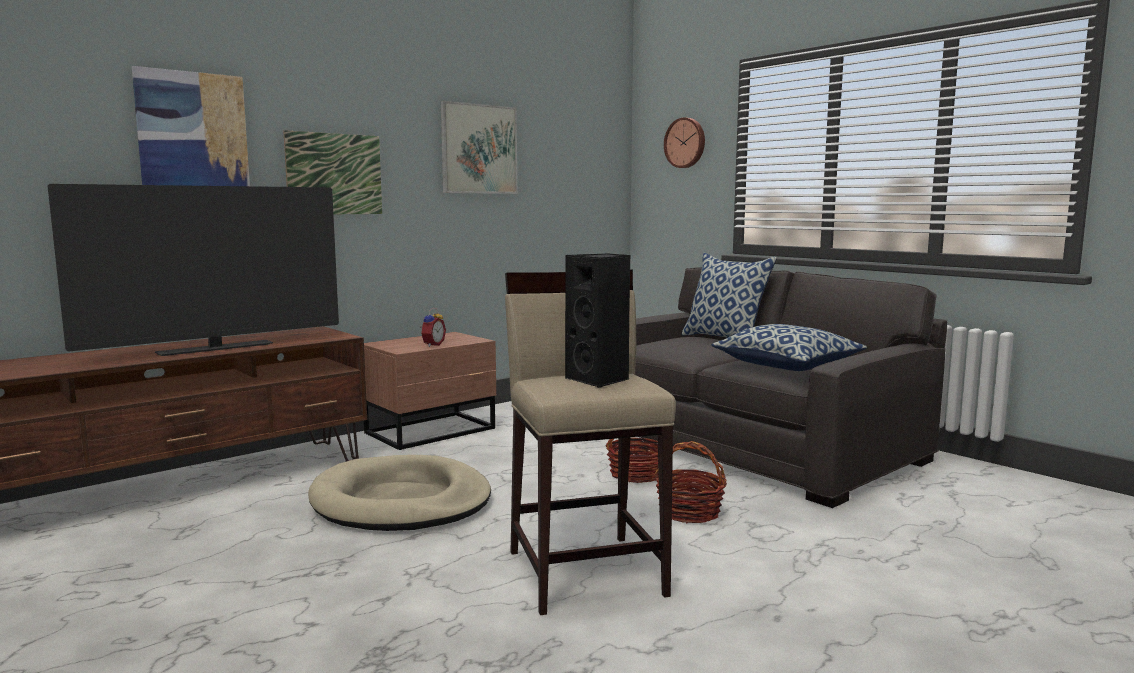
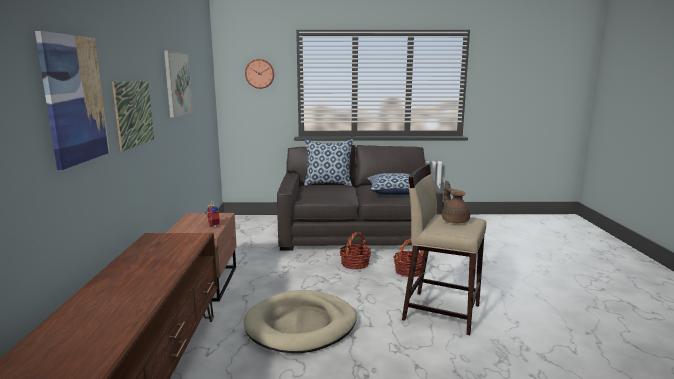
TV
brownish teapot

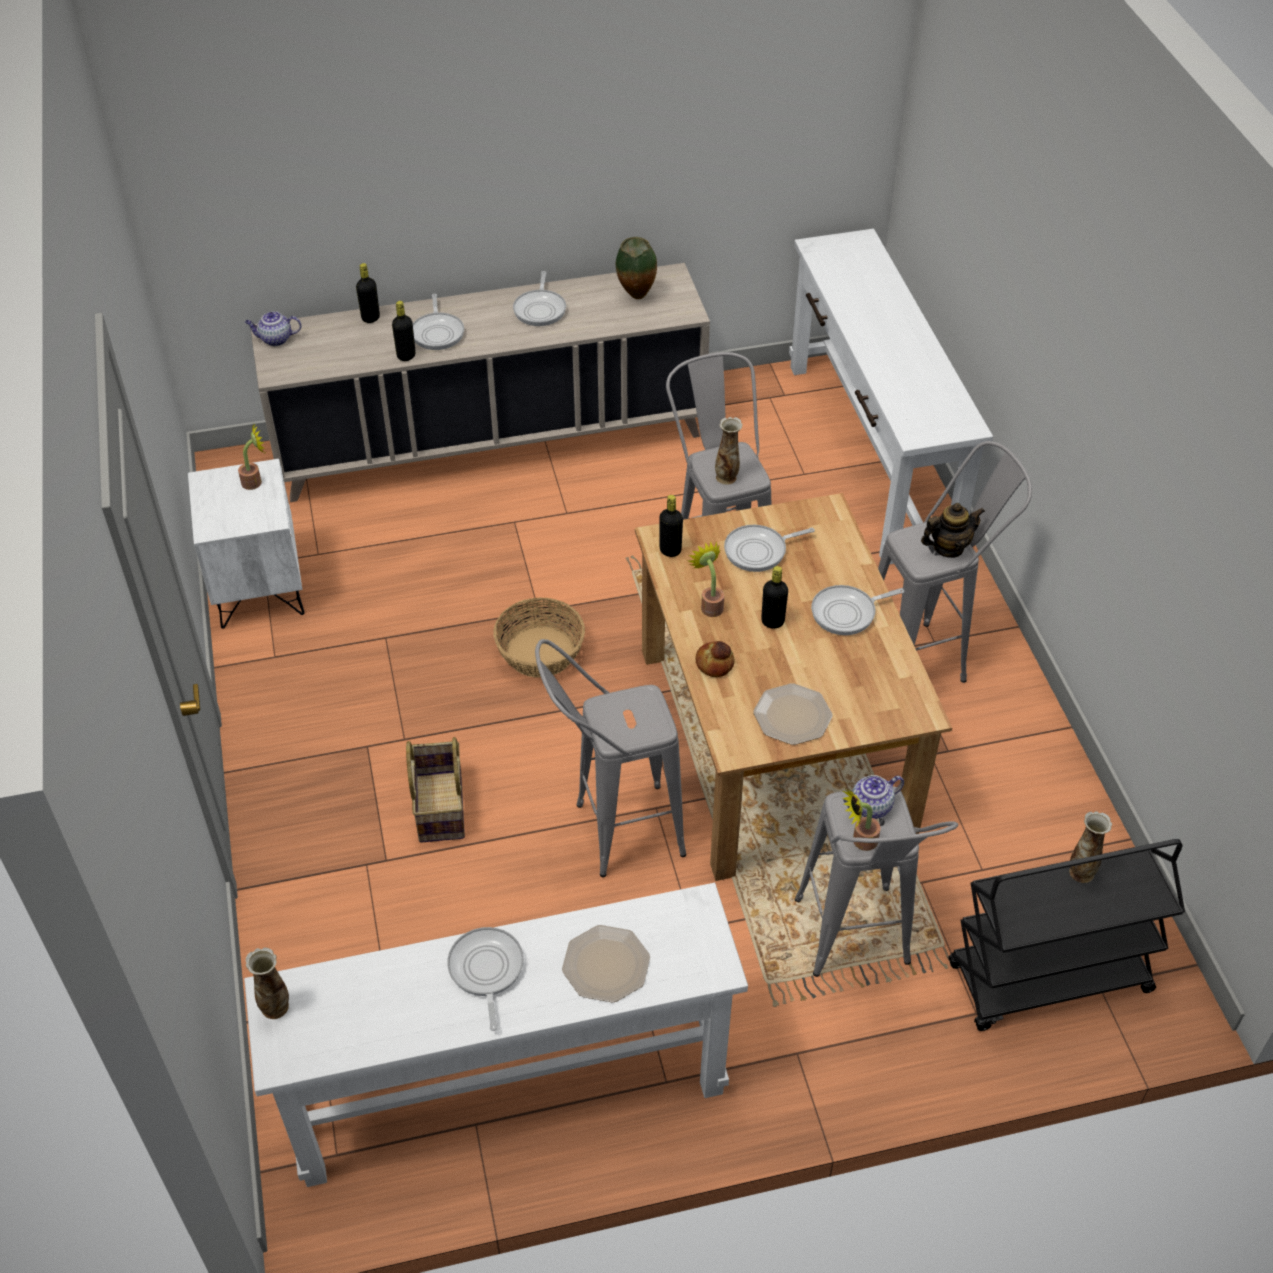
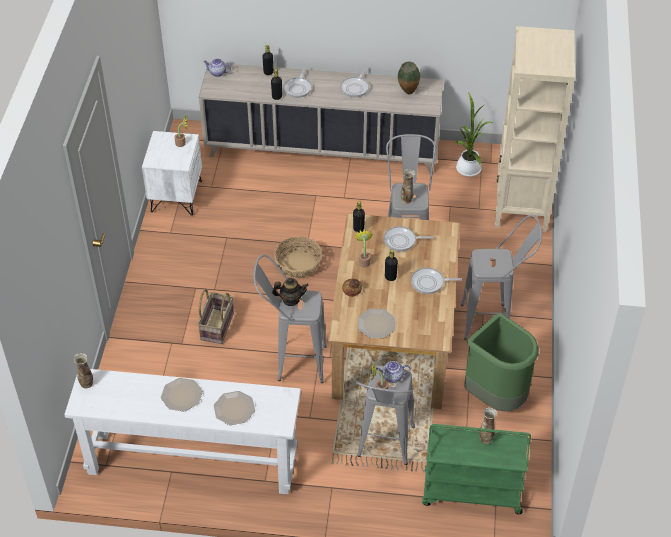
dinner plate (no. 1 from left)
sand-coloured shelving unit
teapot (no. 2 from left)
green-coloured trolley
plant in a pot (no. 4 from left)
green-coloured waste bin

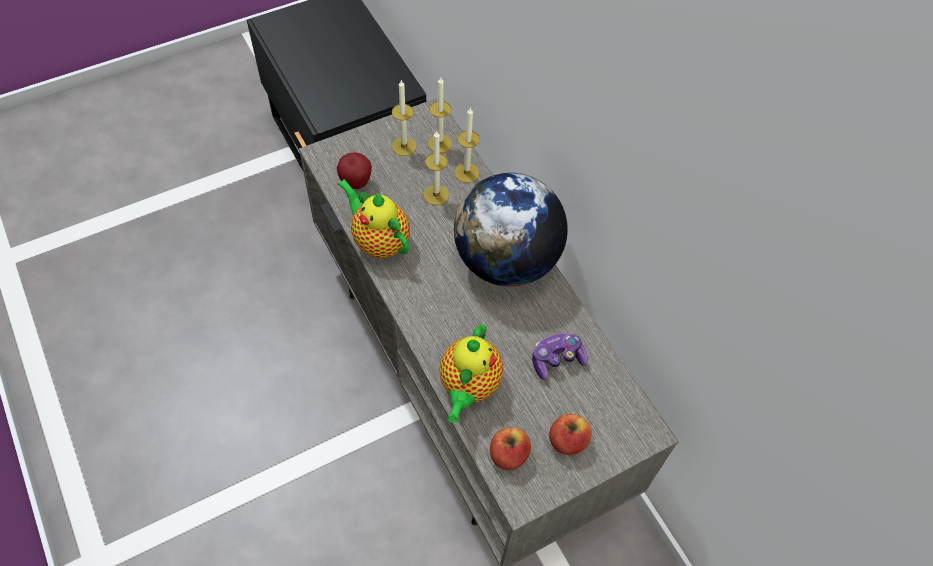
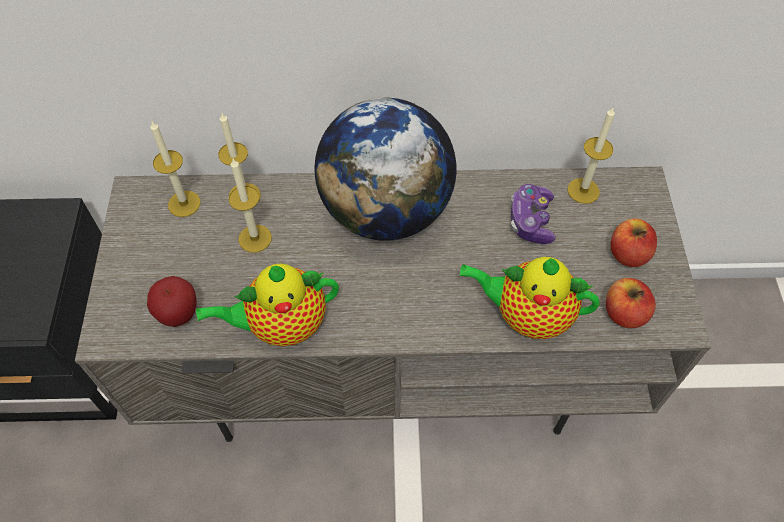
wax light (no. 4 from left)
teapot (no. 2 from left)

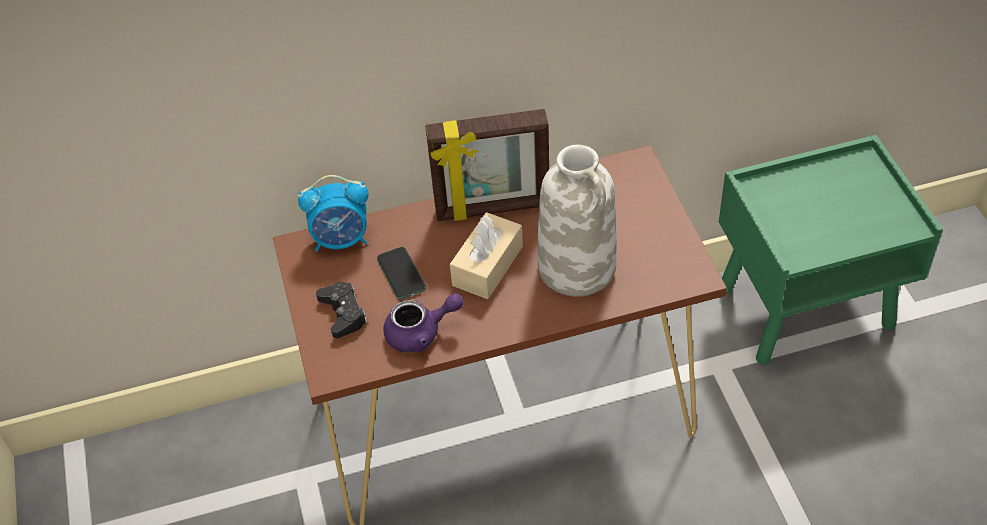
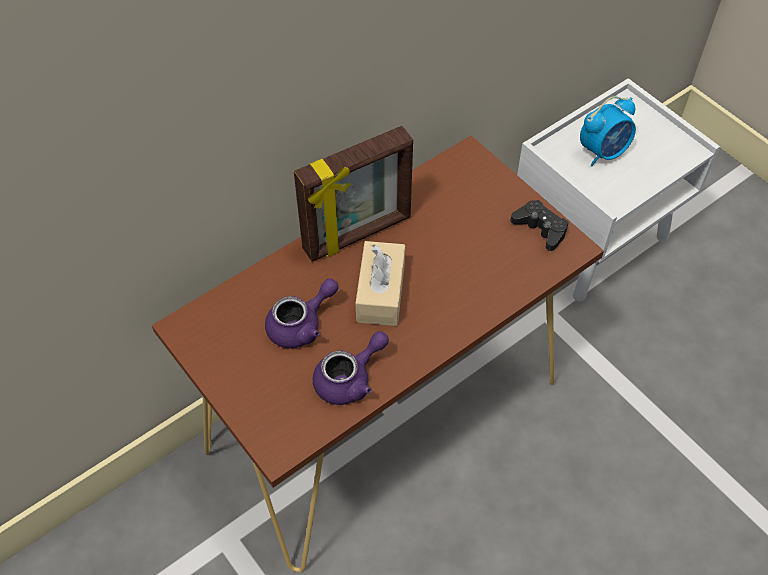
bedside clock
black-coloured joypad
purple-coloured teapot (no. 1 from left)
white-coloured vase
white-coloured night table

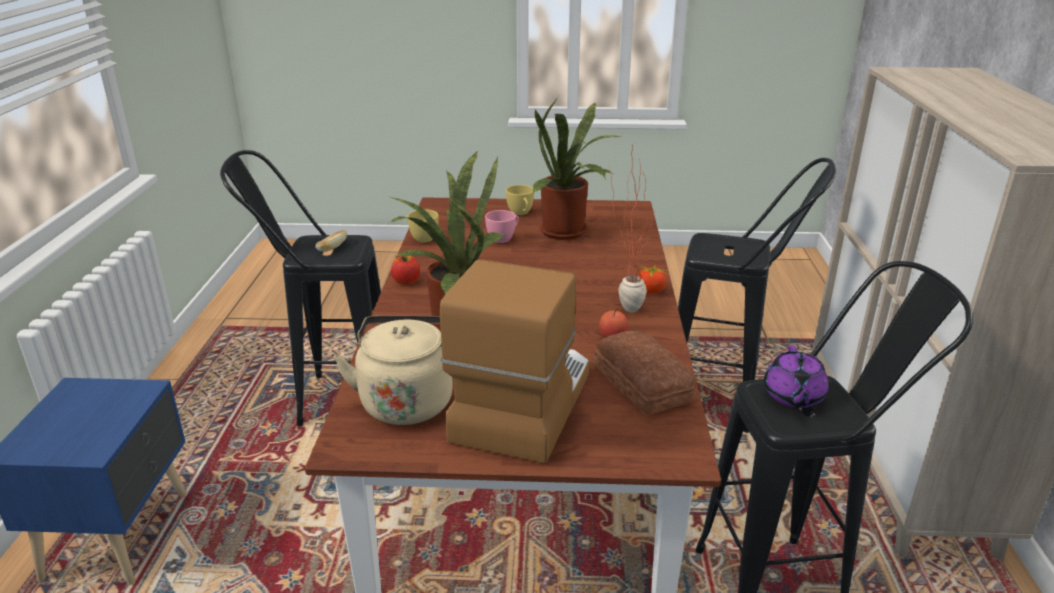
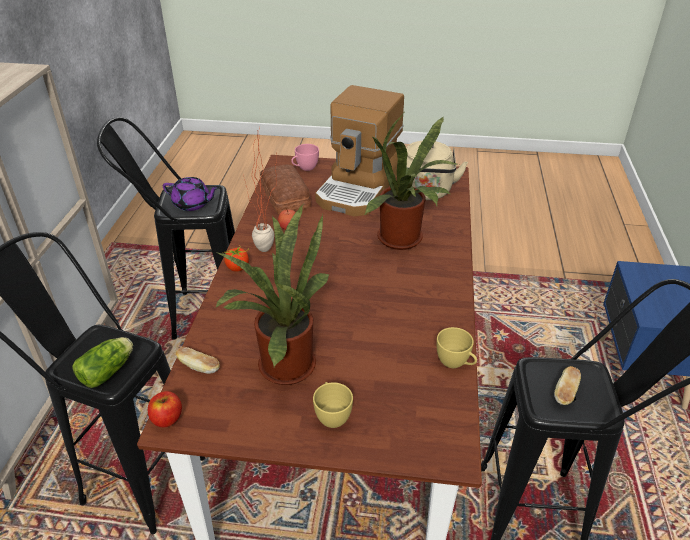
apple fruit (no. 1 from left)
pink-coloured small cup
purple-coloured teapot
lettuce head
baked bread (no. 1 from left)

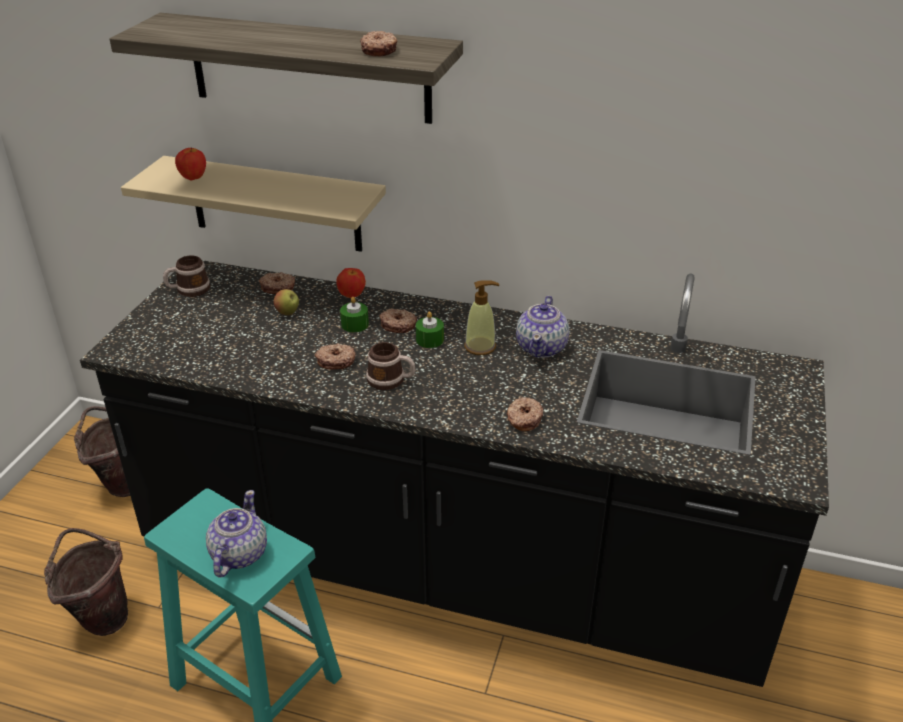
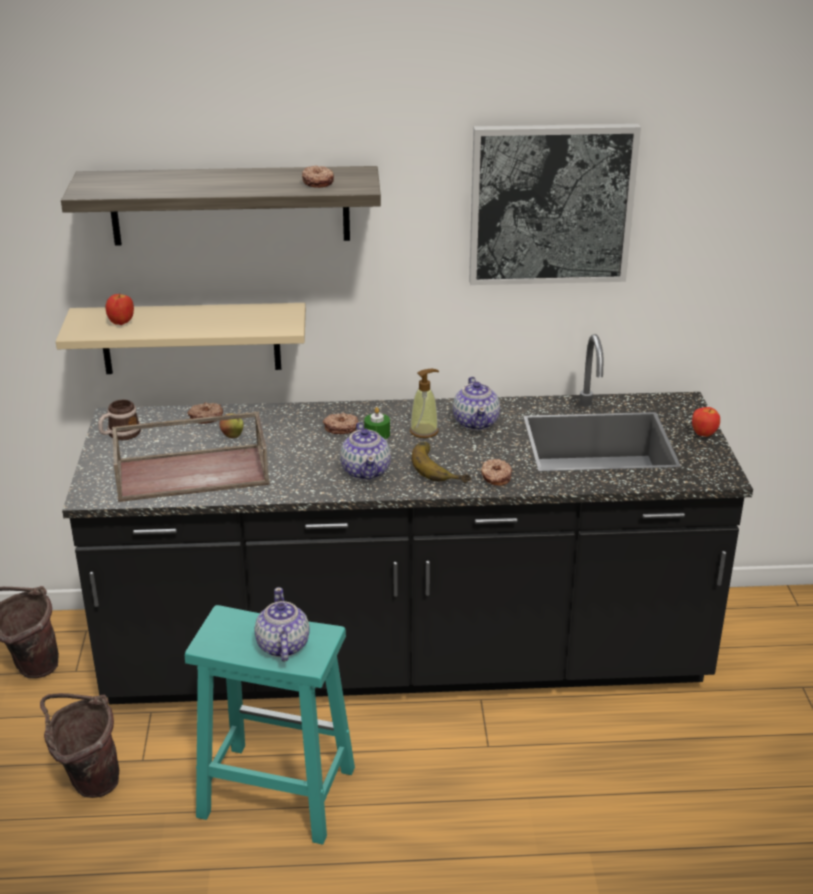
doughnut (no. 2 from left in the first image)
apple fruit (no. 3 from left)
green-coloured wax light (no. 1 from left in the first image)
teapot (no. 2 from left)
brownish carrying tray
banana fruit
wall picture

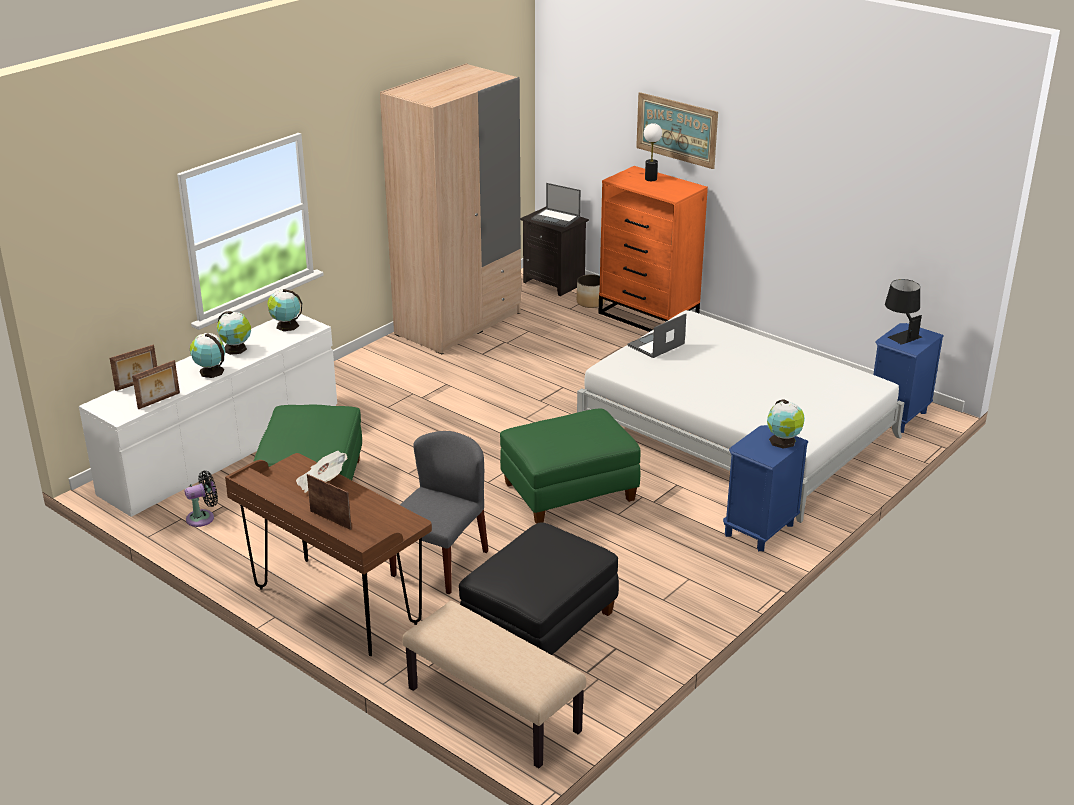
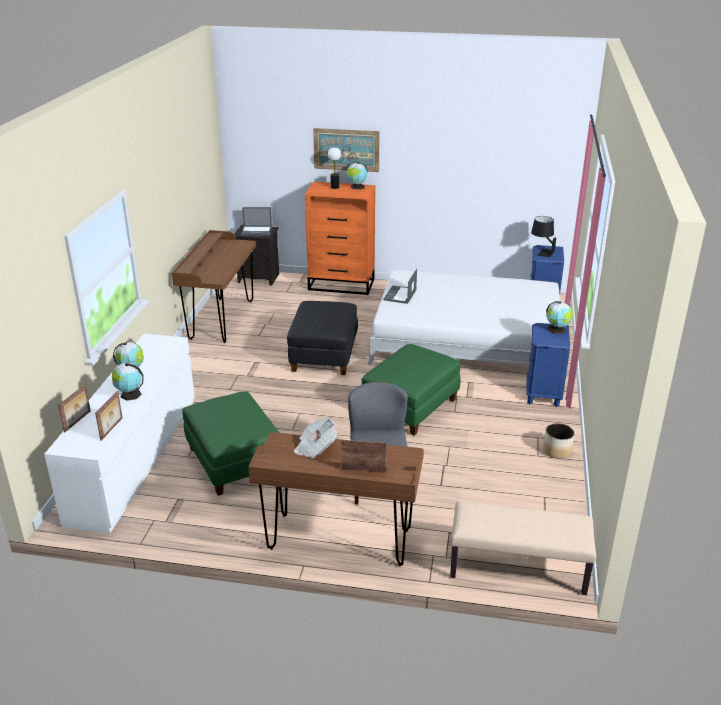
black-coloured electric fan
desk globe (no. 3 from left)
brownish desk (no. 1 from left)
black-coloured ottoman
planter

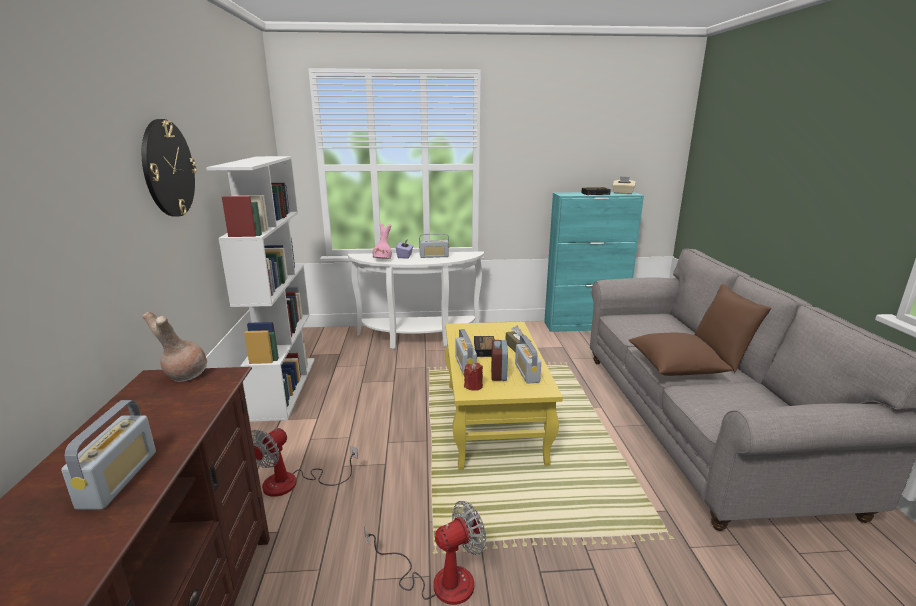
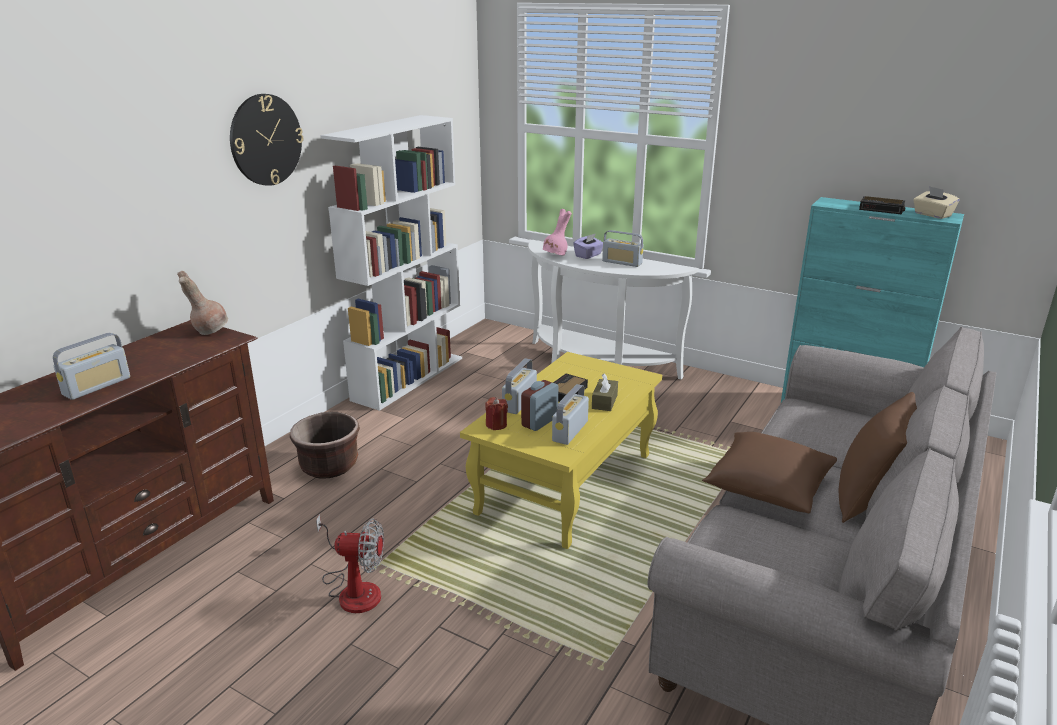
brownish planter

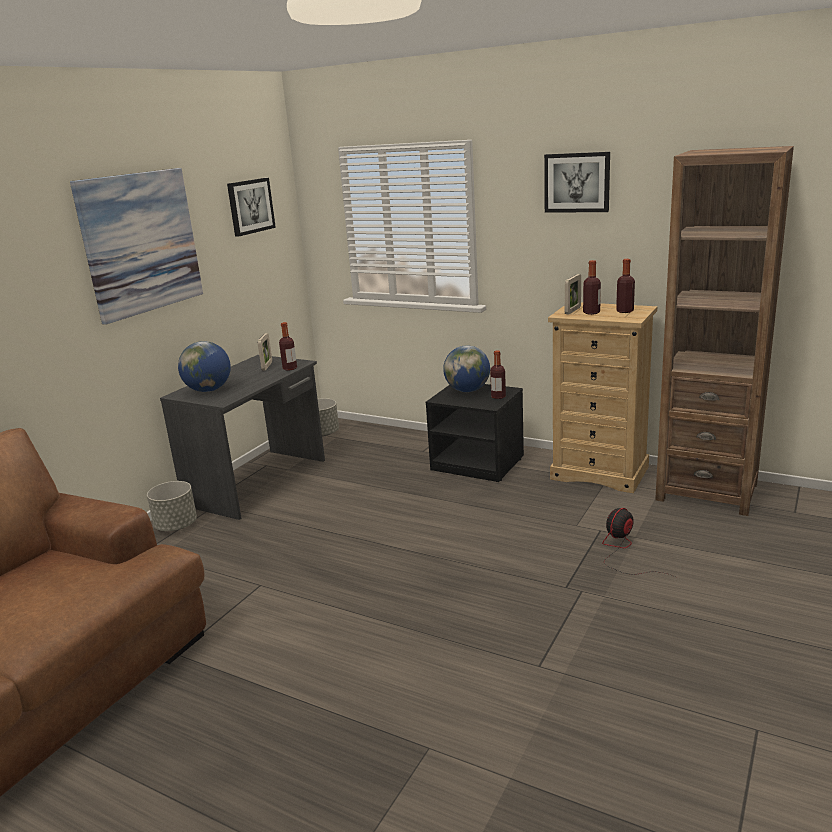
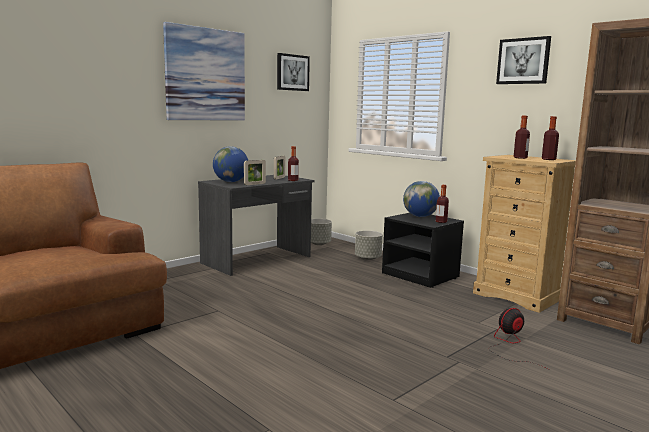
greyish planter (no. 2 from left)
standing frame (no. 1 from left)

